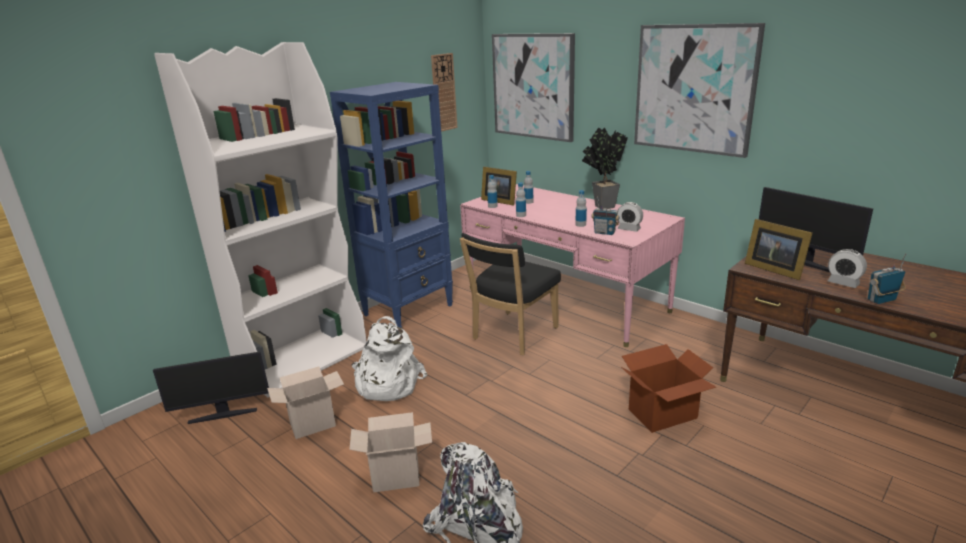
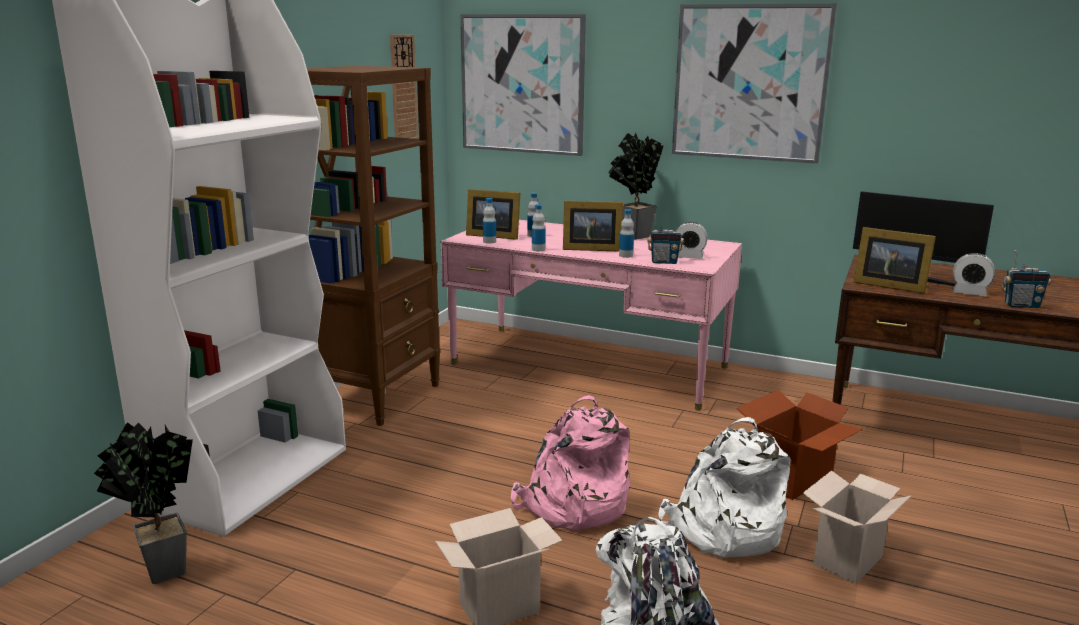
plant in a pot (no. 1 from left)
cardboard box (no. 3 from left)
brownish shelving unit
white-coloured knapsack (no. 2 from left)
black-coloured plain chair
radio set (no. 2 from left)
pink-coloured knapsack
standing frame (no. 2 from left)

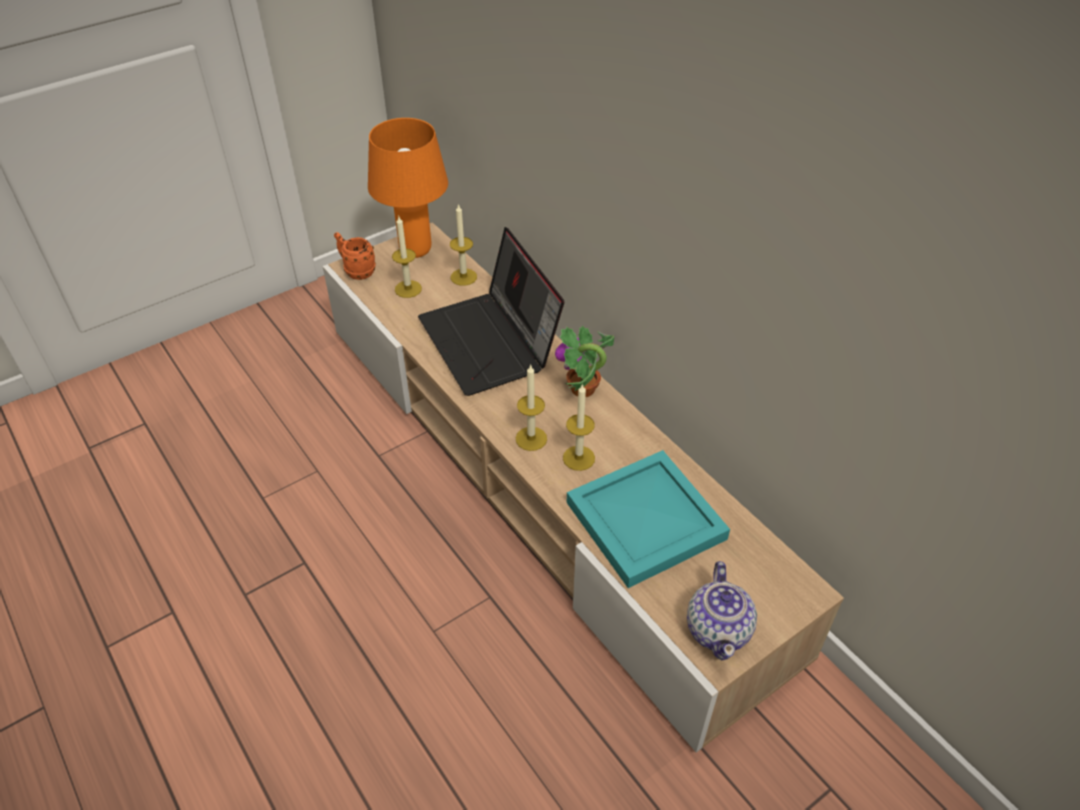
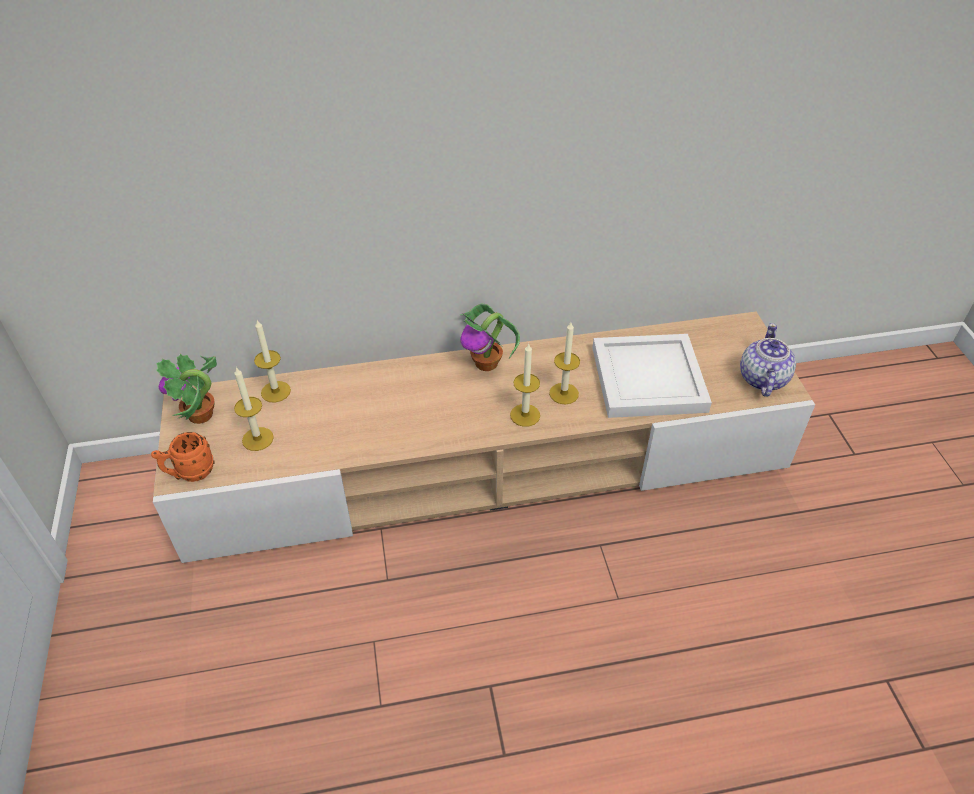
plant in a pot (no. 1 from left)
laptop
white-coloured carrying tray
teapot

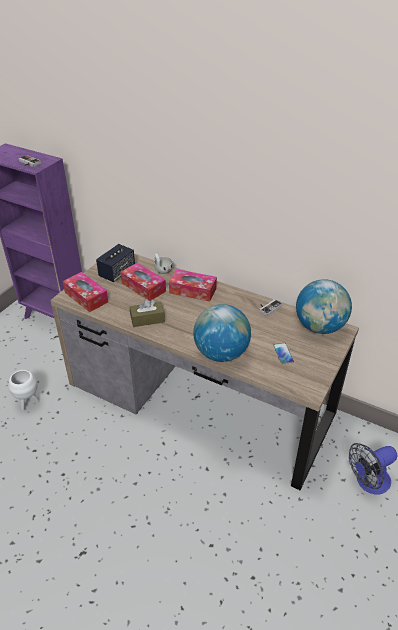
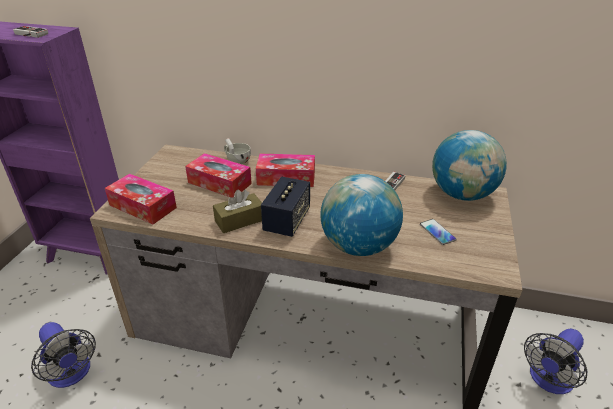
electric fan (no. 1 from left)
speaker

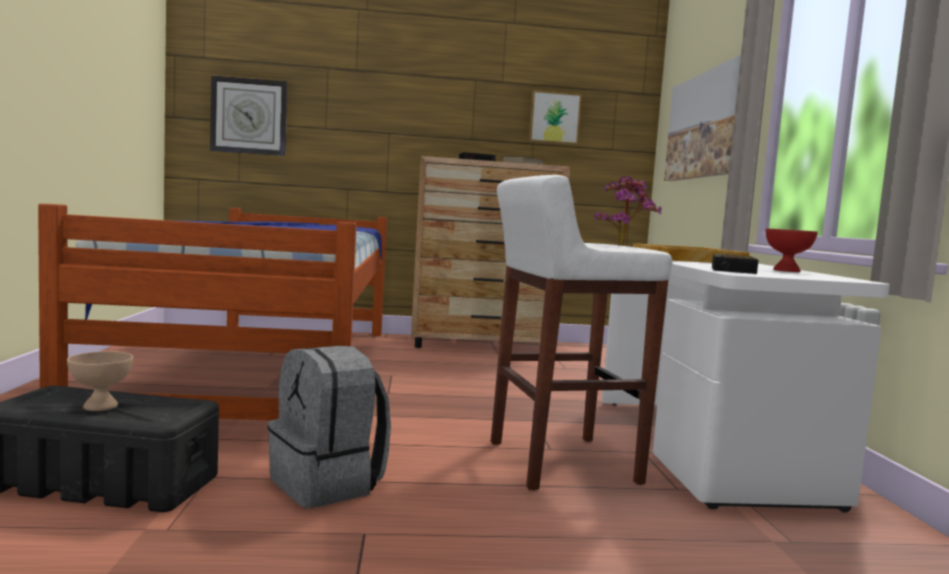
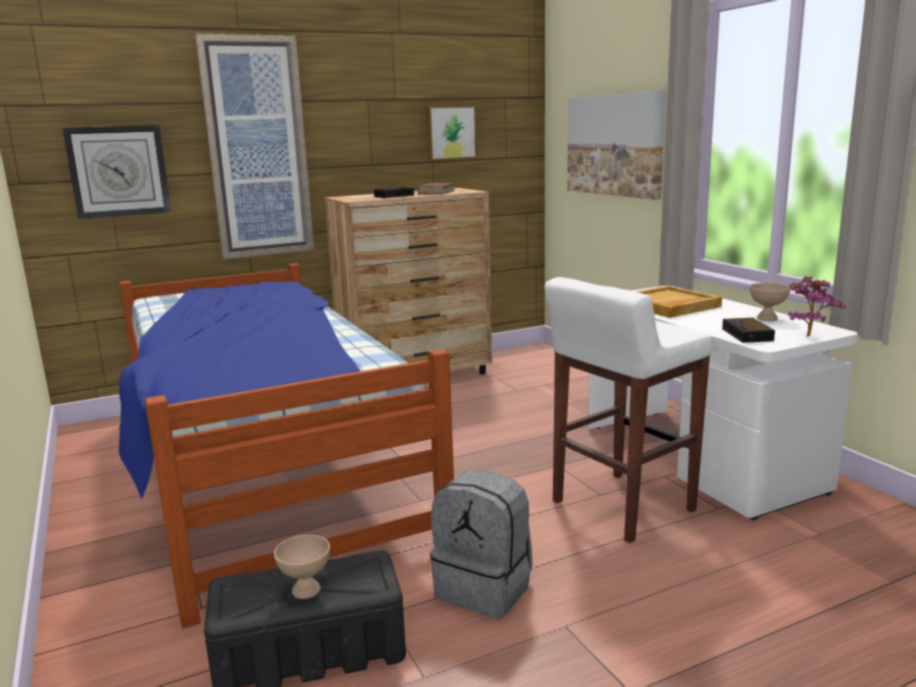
plant in a pot
sand-coloured deep dish (no. 2 from left)
wall picture (no. 1 from left)

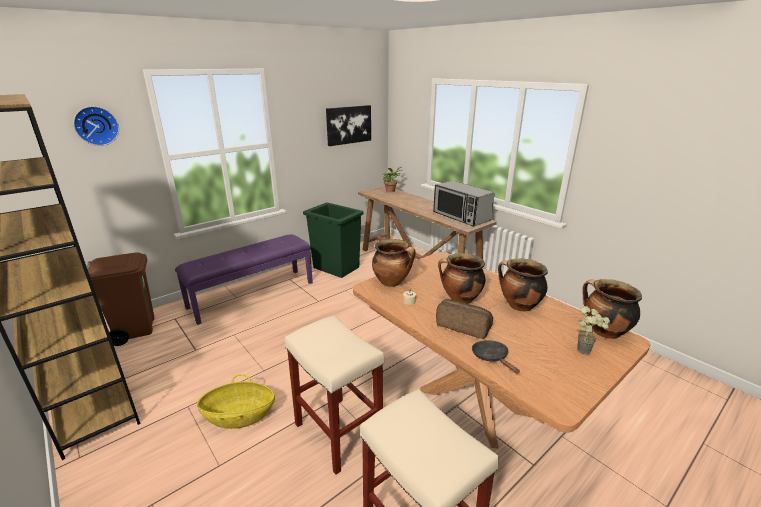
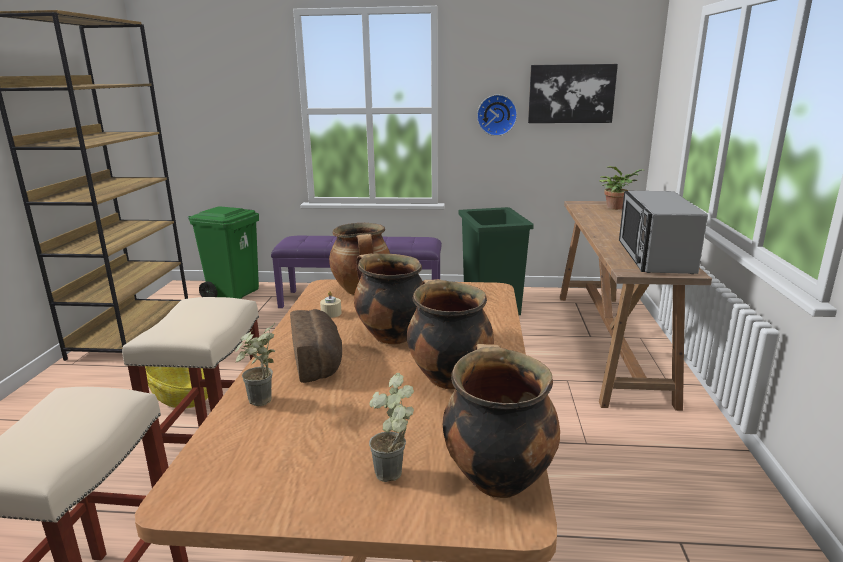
wall clock
green-coloured waste bin (no. 1 from left)
plant in a pot (no. 1 from left)

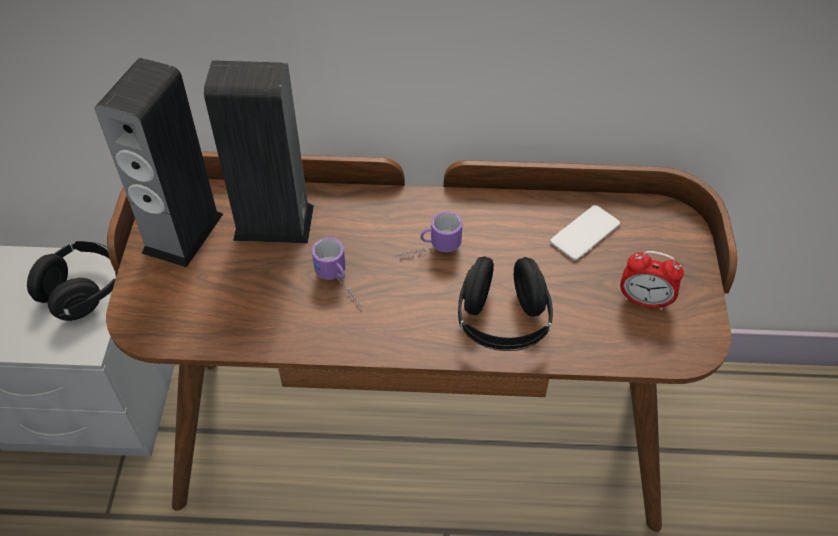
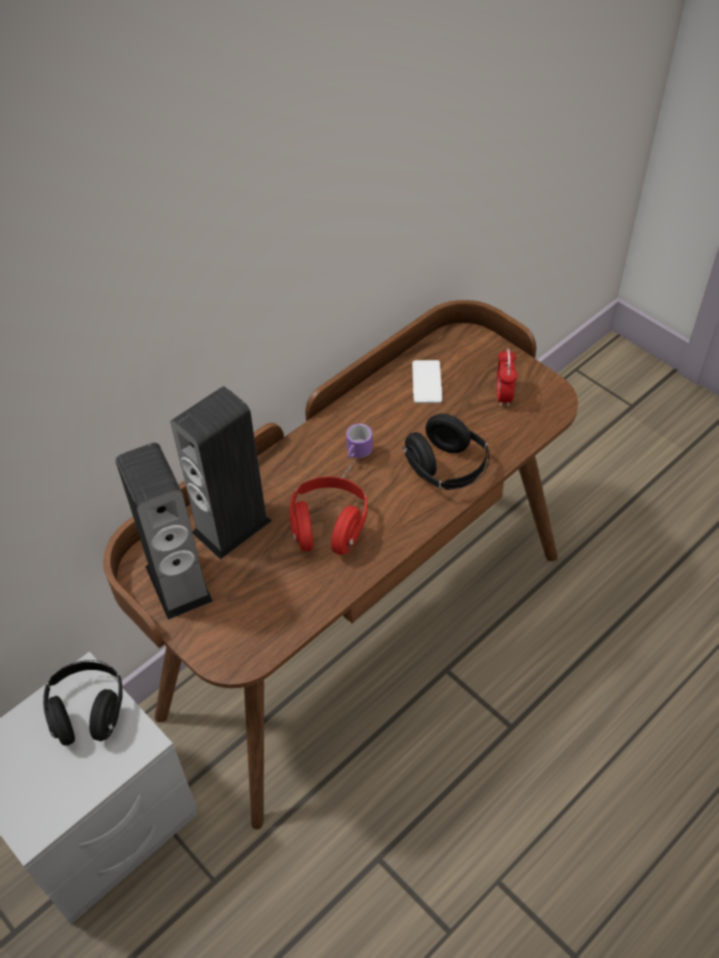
reddish pair of headphones
bedside clock

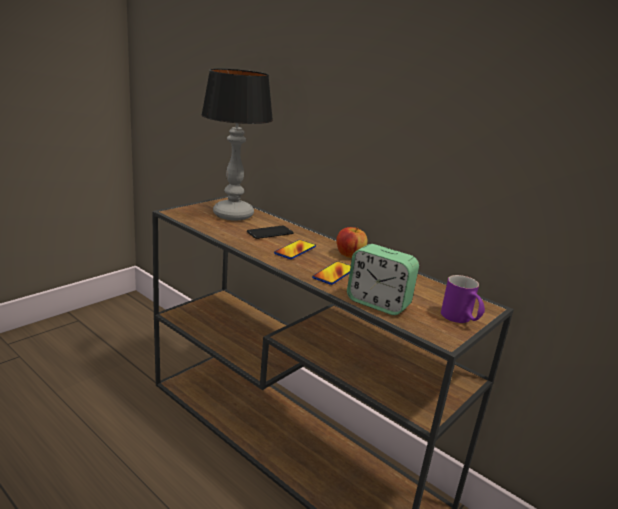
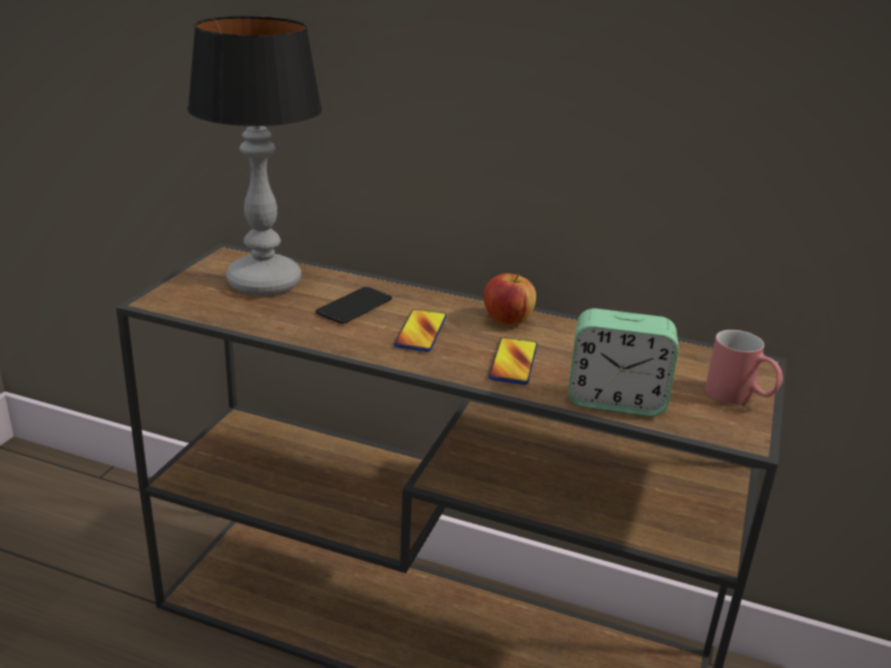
reddish coffee mug

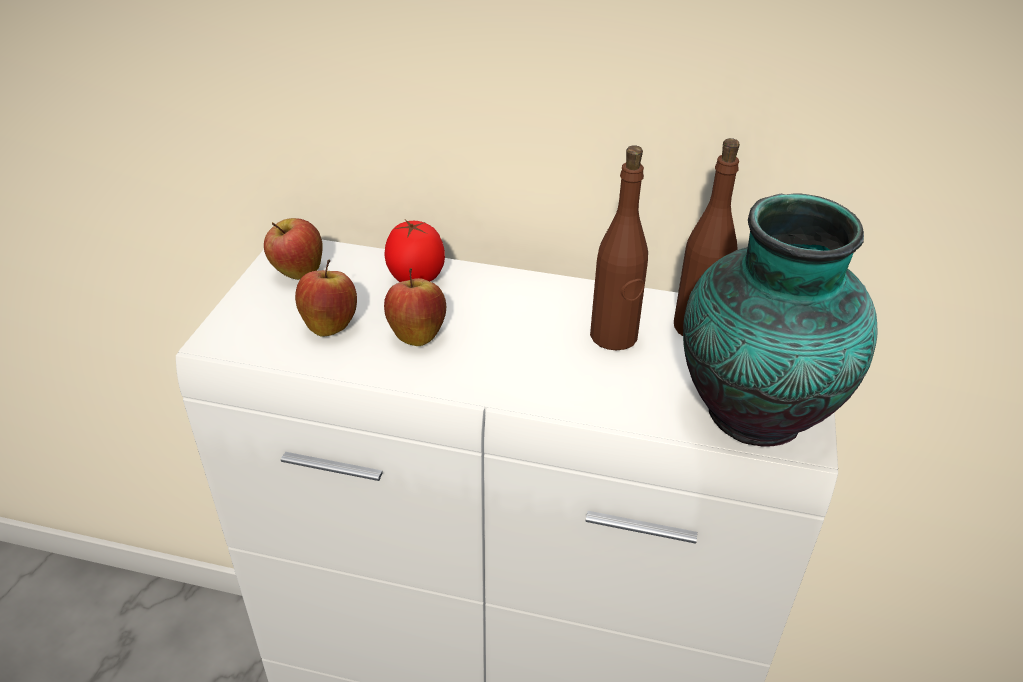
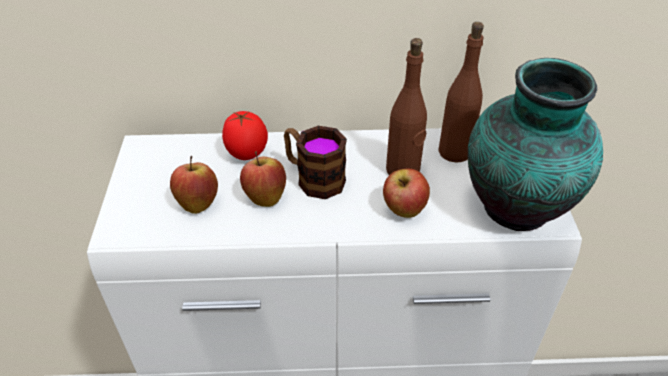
apple fruit (no. 3 from left)
coffee mug

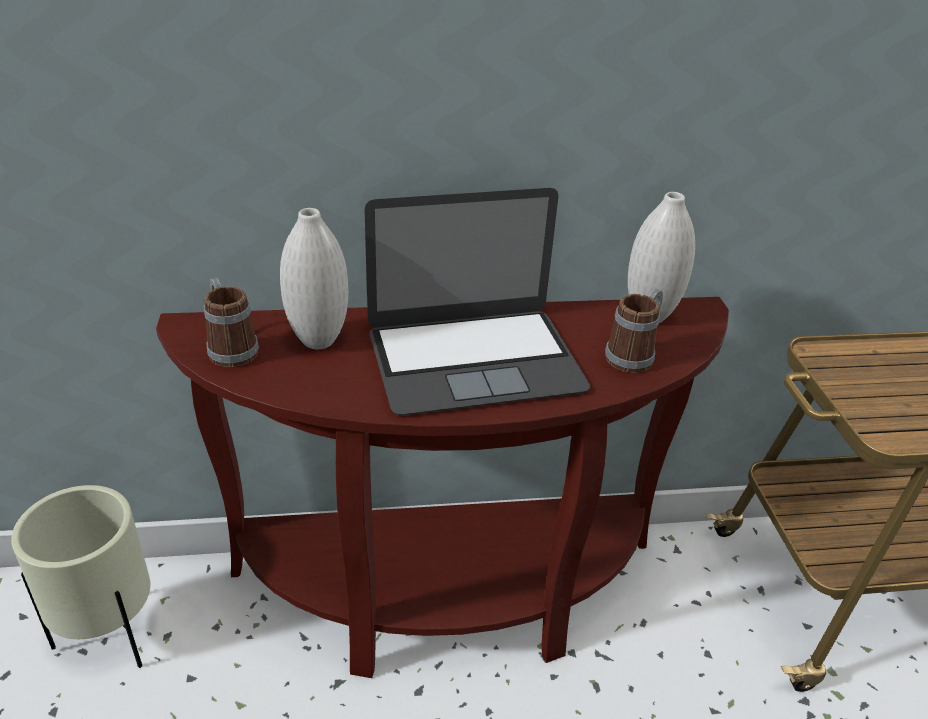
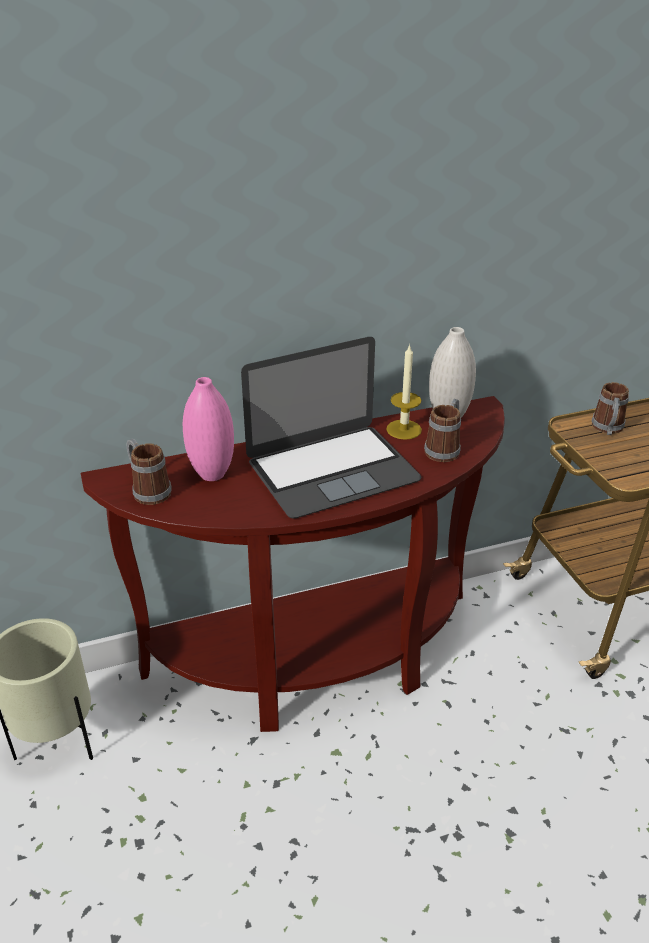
pink-coloured vase
wax light
coffee mug (no. 3 from left)

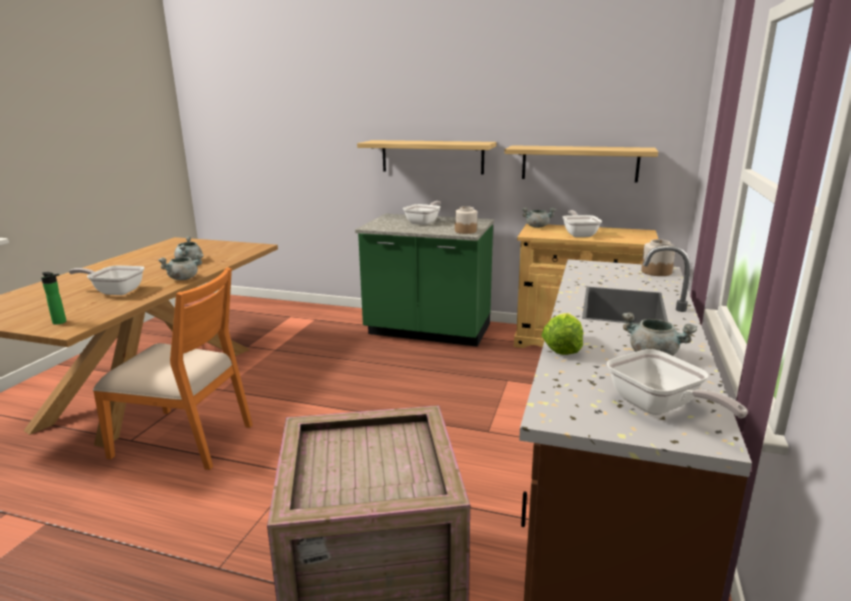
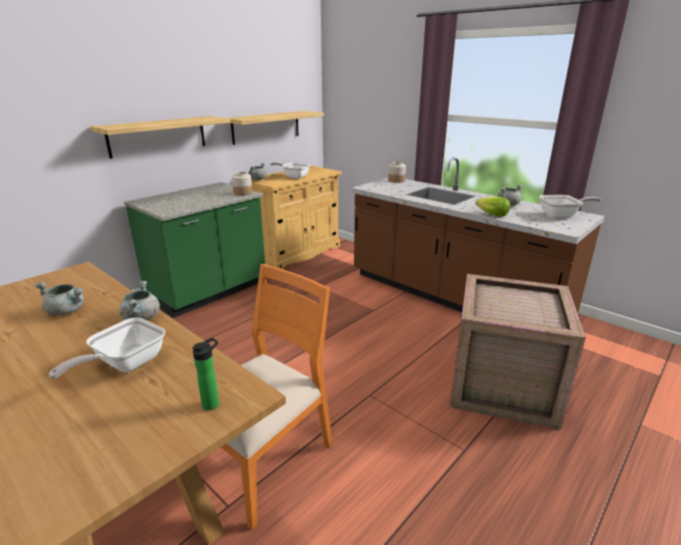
skillet (no. 2 from left in the first image)

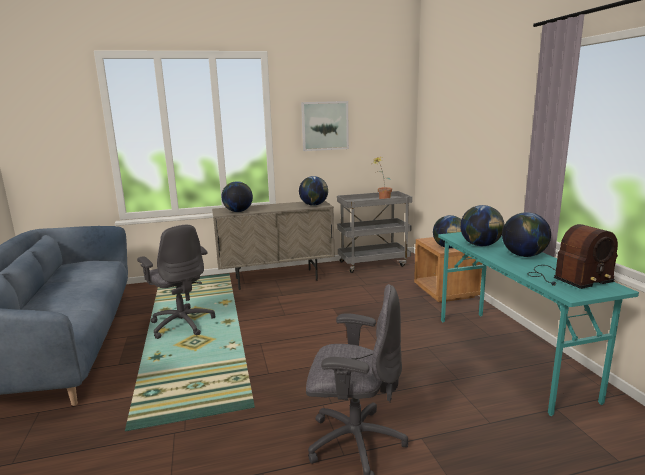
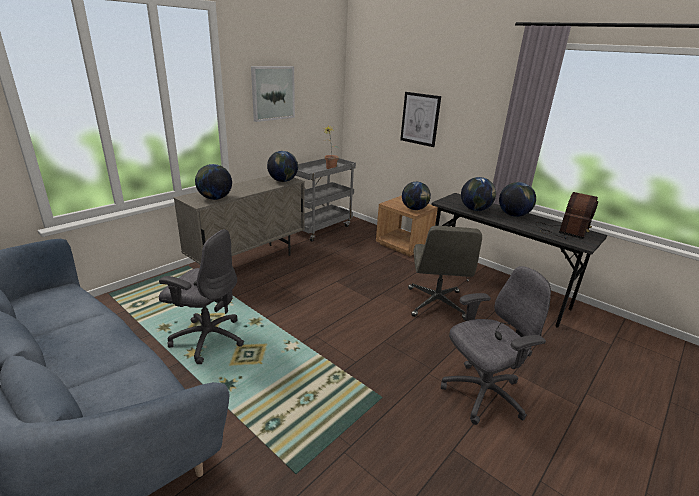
greyish desk
wall picture (no. 2 from left)
greyish computer chair (no. 2 from left)

